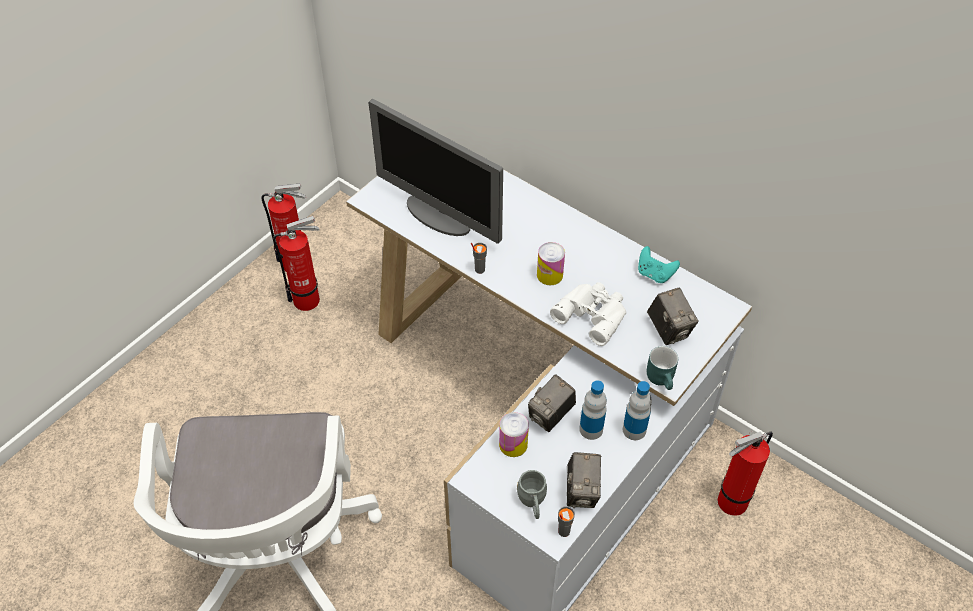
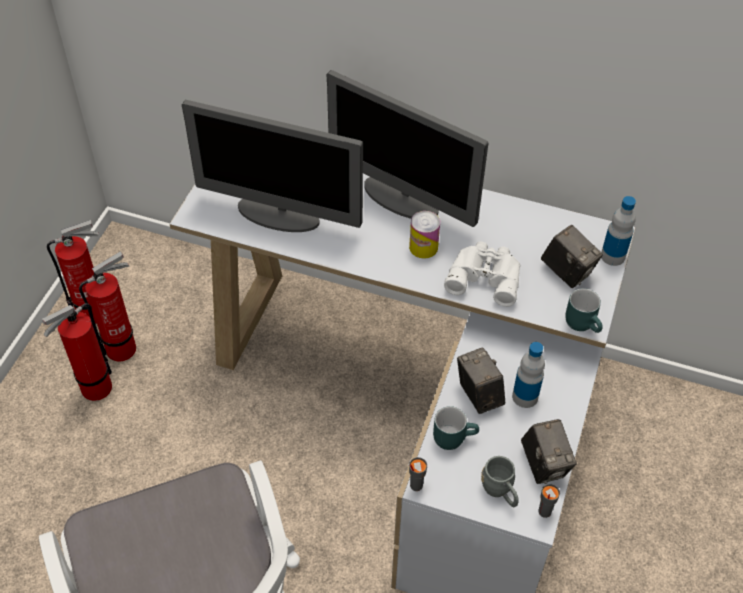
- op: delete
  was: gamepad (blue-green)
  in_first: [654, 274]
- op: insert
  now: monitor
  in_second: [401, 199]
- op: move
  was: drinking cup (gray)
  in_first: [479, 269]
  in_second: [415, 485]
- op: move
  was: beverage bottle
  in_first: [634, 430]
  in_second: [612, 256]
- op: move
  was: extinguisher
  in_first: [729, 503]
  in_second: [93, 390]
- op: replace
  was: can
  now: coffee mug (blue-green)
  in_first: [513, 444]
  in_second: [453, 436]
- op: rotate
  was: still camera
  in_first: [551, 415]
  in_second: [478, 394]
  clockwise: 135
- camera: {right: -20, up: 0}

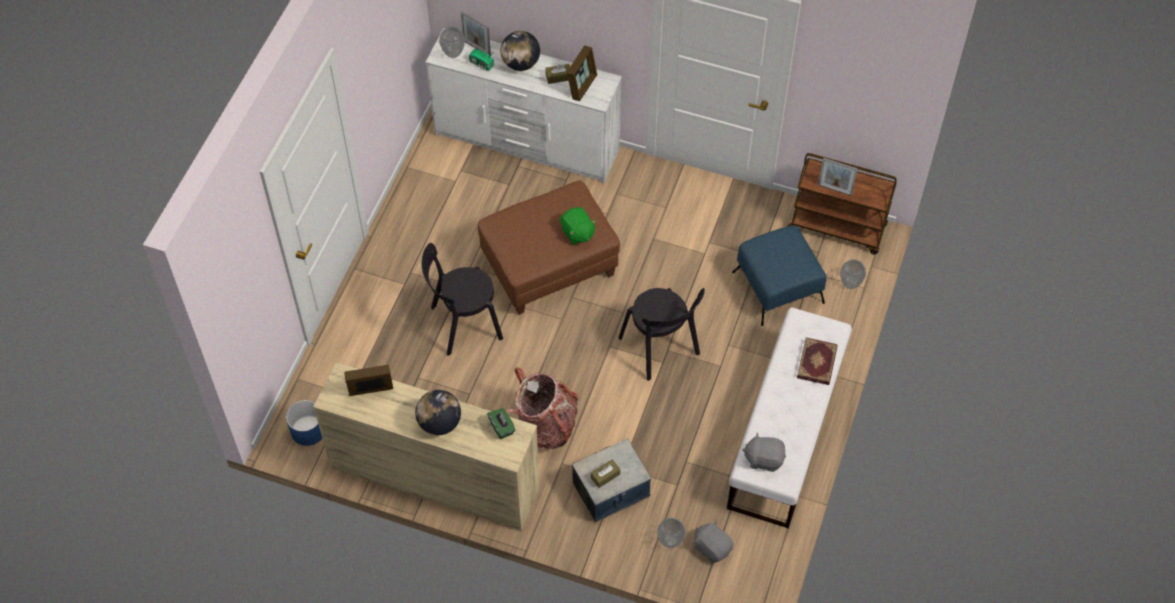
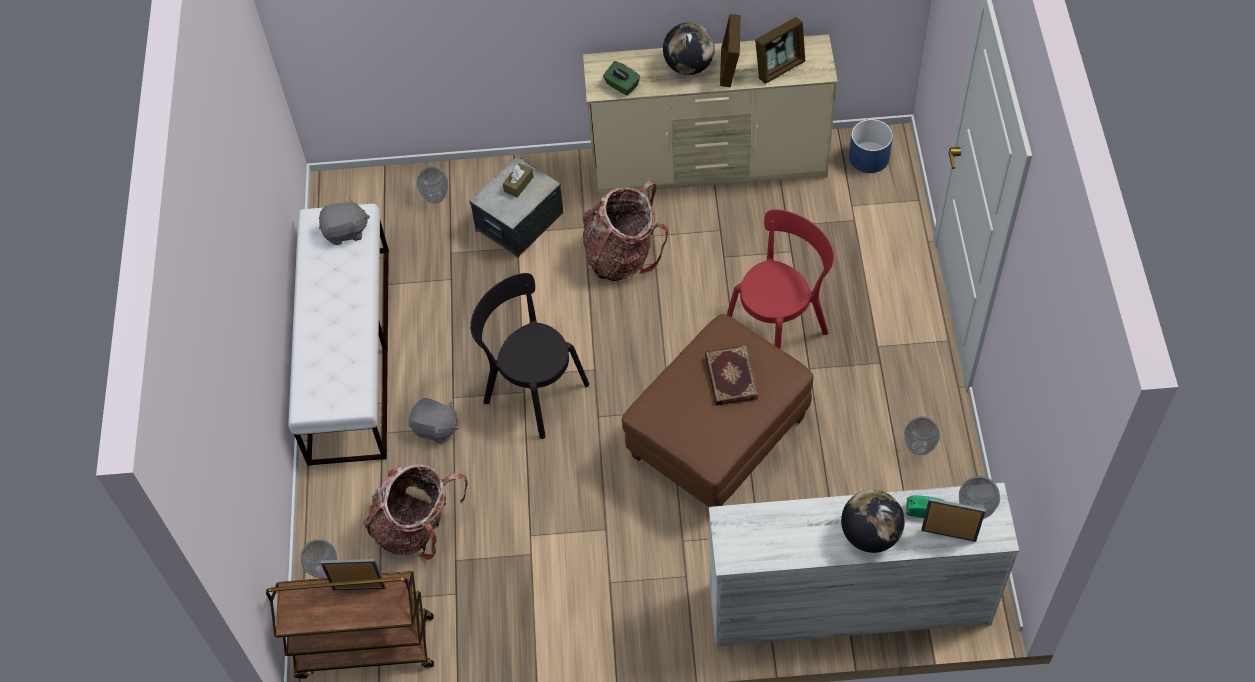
- op: delete
  was: tissue box (brown-coloured)
  in_first: [558, 77]
- op: delete
  was: plush toy (green-coloured)
  in_first: [577, 233]
- op: insert
  now: decorative vase
  in_second: [919, 447]
- op: move
  was: photo frame
  in_first: [582, 86]
  in_second: [729, 68]
- op: move
  was: plush toy (gray)
  in_first: [712, 547]
  in_second: [435, 428]
- op: move
  was: volume
  in_first: [817, 362]
  in_second: [730, 377]
- op: replace
  was: pouffe (blue-coloured)
  now: knapsack
  in_first: [778, 287]
  in_second: [417, 527]
- op: recolor
  was: plain chair (black-coloured)
  now: plain chair (red)
  in_first: [462, 324]
  in_second: [779, 327]
- camera: {right: 160, up: 0}

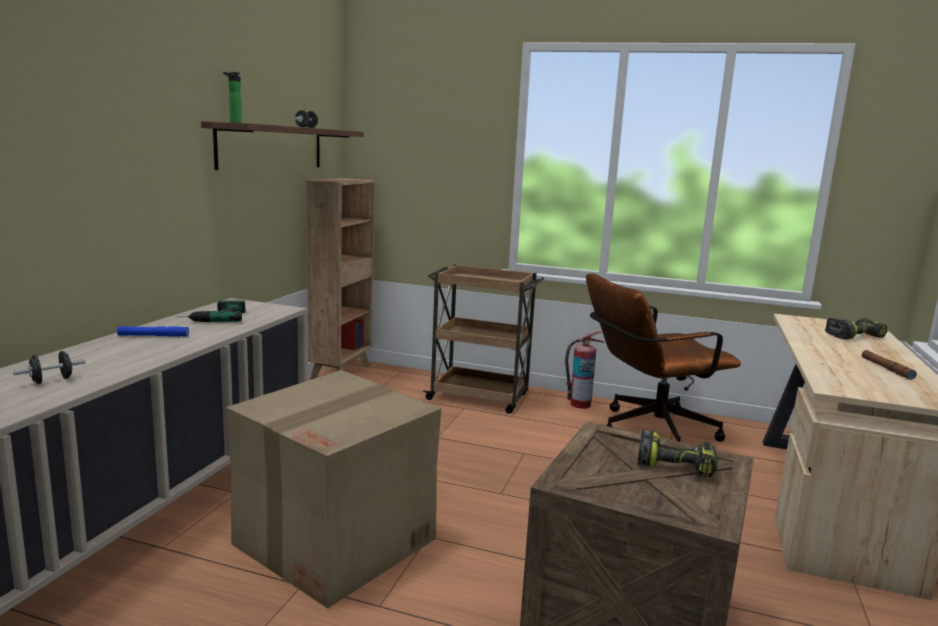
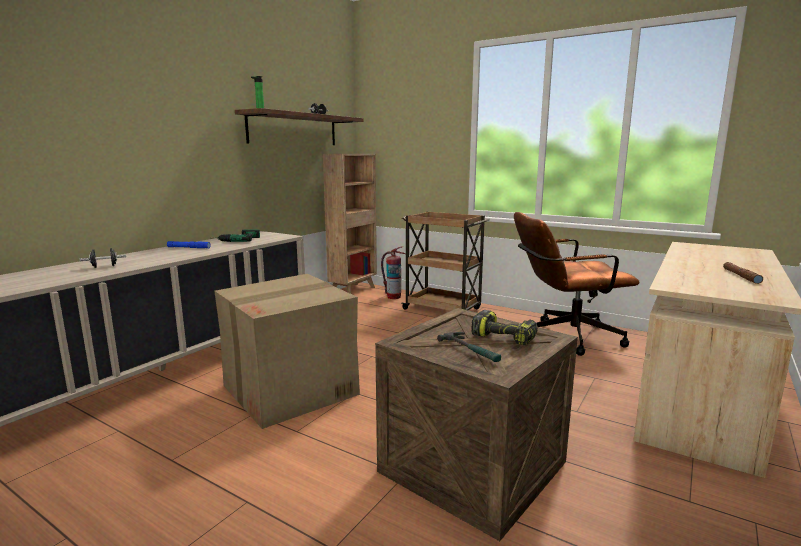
- op: delete
  was: power drill
  in_first: [853, 336]
- op: insert
  now: hammer
  in_second: [471, 350]
- op: move
  was: extinguisher
  in_first: [579, 404]
  in_second: [393, 297]
- camera: {right: 15, up: 0}

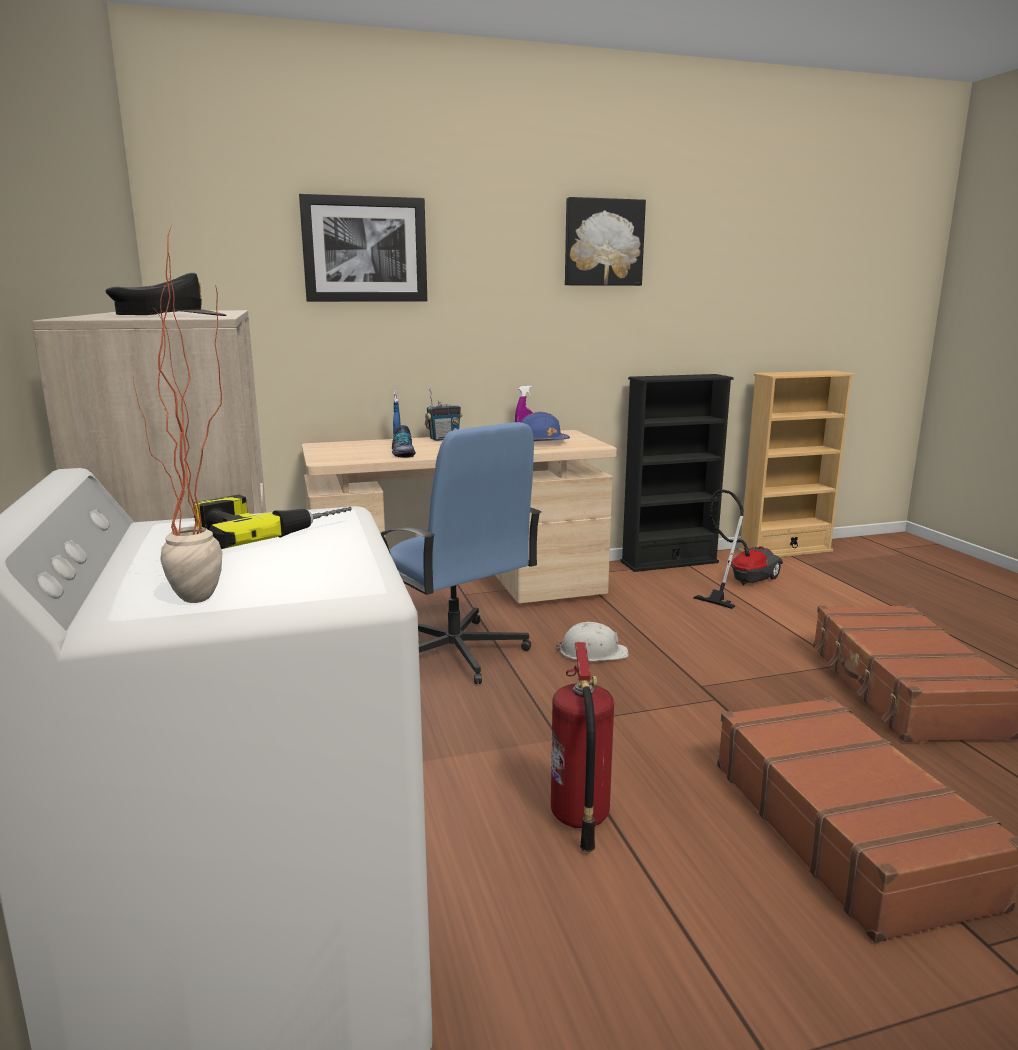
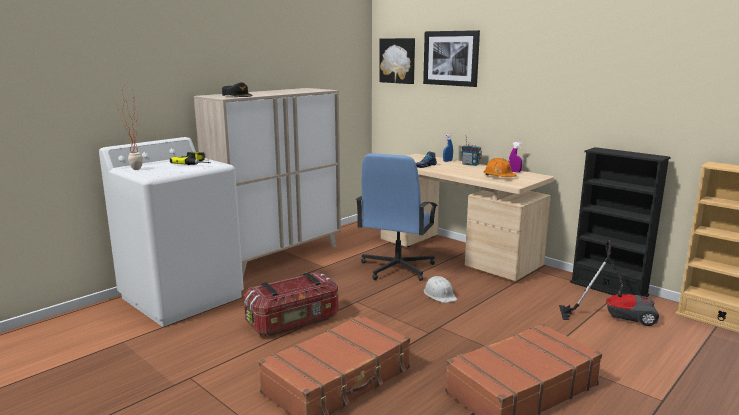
- op: move
  was: wall art
  in_first: [603, 243]
  in_second: [398, 60]
- op: replace
  was: extinguisher
  now: storage box
  in_first: [579, 818]
  in_second: [294, 322]
- op: recolor
  was: safety helmet (blue-coloured)
  now: safety helmet (orange)
  in_first: [541, 443]
  in_second: [499, 177]
- camera: {right: 60, up: 0}

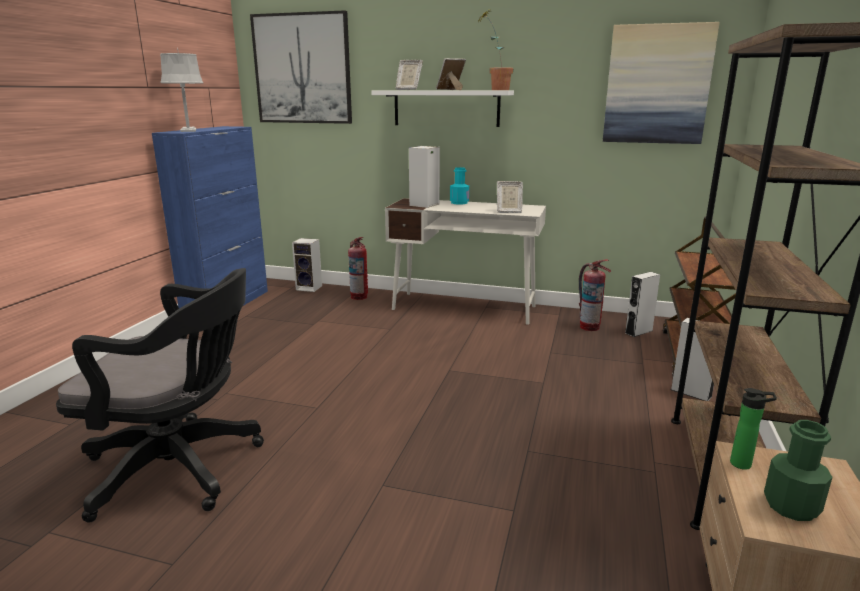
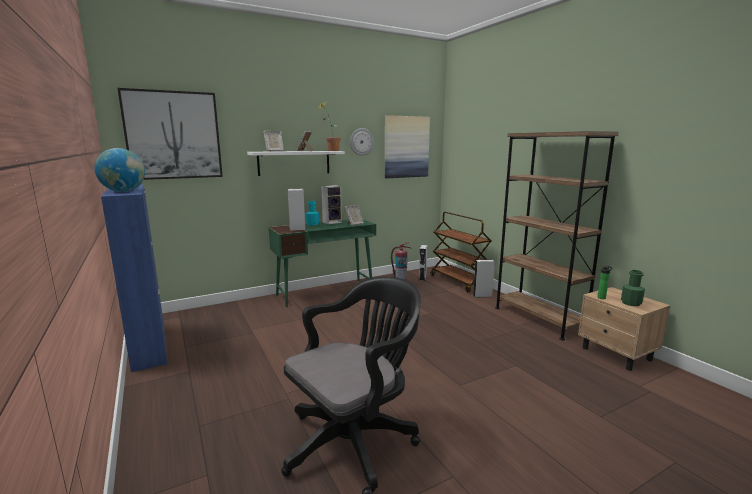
- op: delete
  was: extinguisher
  in_first: [359, 296]
- op: insert
  now: wall clock
  in_second: [361, 142]
- op: move
  was: speaker
  in_first: [310, 288]
  in_second: [332, 222]
- op: replace
  was: lamp for a table (gray)
  now: globe
  in_first: [188, 130]
  in_second: [123, 191]
- op: recolor
  was: desk unit (white-coloured)
  now: desk unit (green-coloured)
  in_first: [464, 308]
  in_second: [326, 292]
- camera: {right: -45, up: -5}

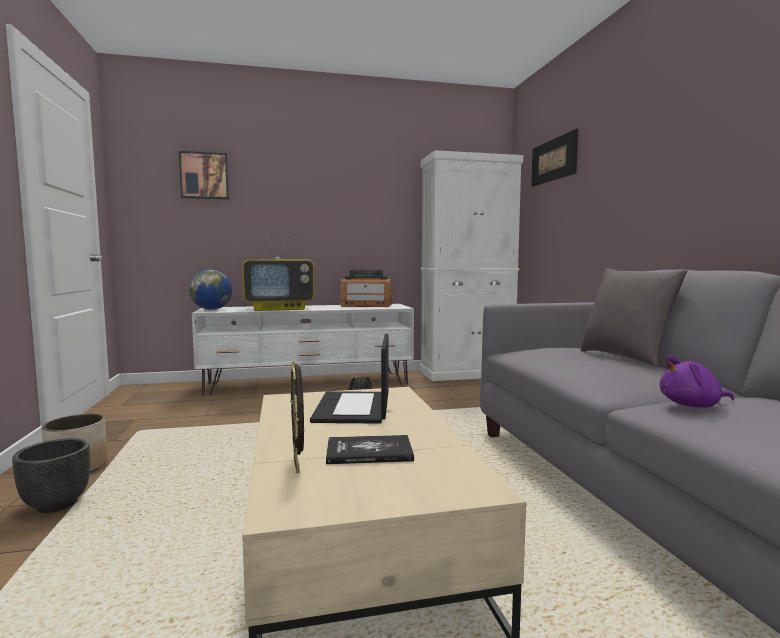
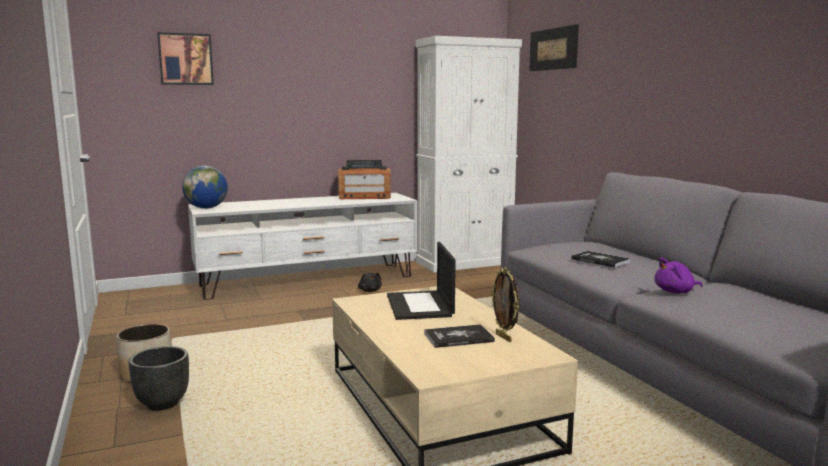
- op: delete
  was: television
  in_first: [279, 309]
- op: delete
  was: cushion (gray)
  in_first: [625, 358]
- op: insert
  now: volume
  in_second: [600, 260]
- op: move
  was: photo frame
  in_first: [298, 465]
  in_second: [504, 337]
- camera: {right: -10, up: 5}

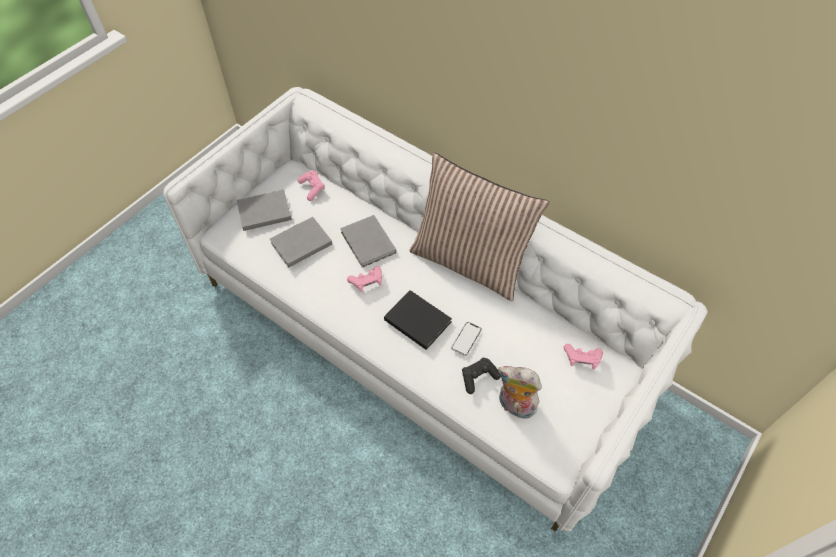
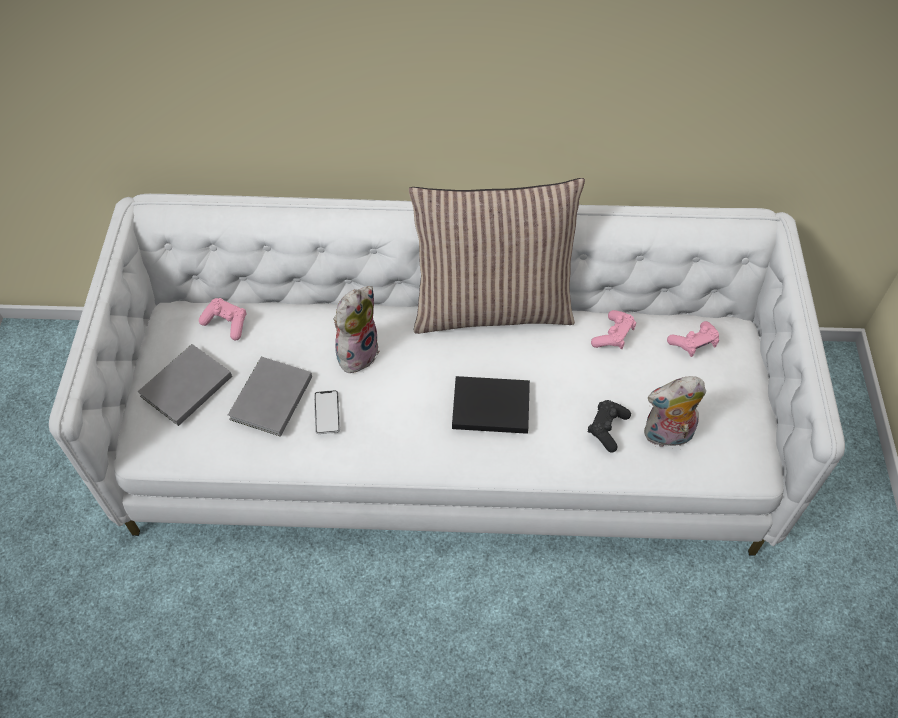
- op: move
  was: gamepad (pink)
  in_first: [367, 282]
  in_second: [613, 336]
- op: move
  was: telephone
  in_first: [466, 339]
  in_second: [327, 412]
- op: replace
  was: volume (gray)
  now: plush toy
  in_first: [368, 244]
  in_second: [357, 351]
- camera: {right: -35, up: 0}

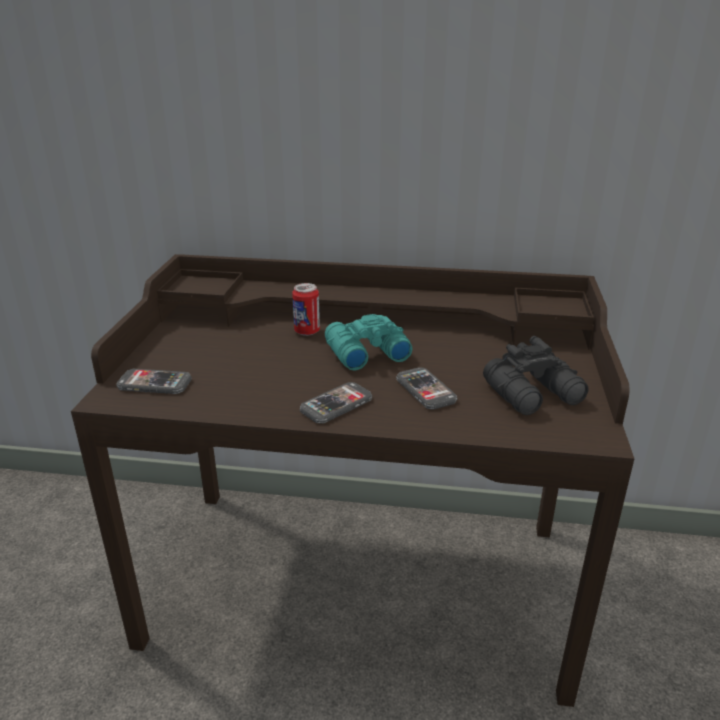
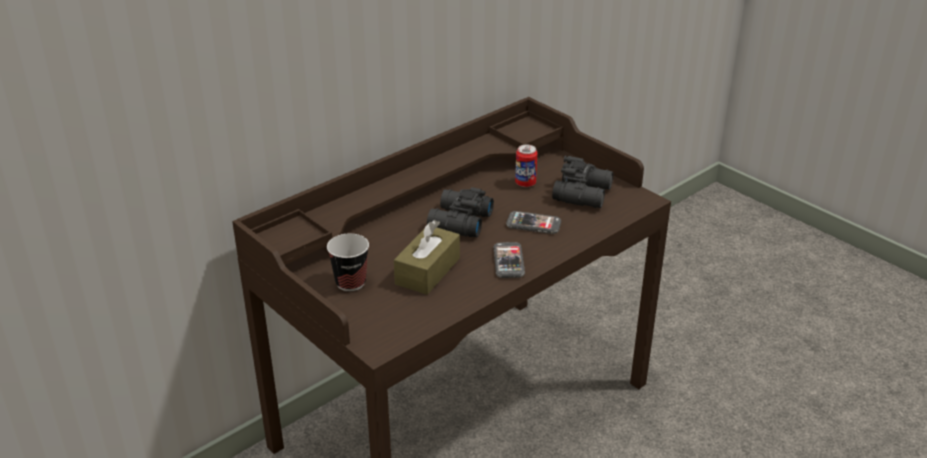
- op: delete
  was: telephone
  in_first: [154, 384]
- op: insert
  now: drinking cup
  in_second: [350, 282]
- op: insert
  now: tissue box (brown-coloured)
  in_second: [427, 271]
- op: move
  was: can
  in_first: [307, 331]
  in_second: [525, 183]
- op: recolor
  was: binoculars (blue-green)
  now: binoculars (black-coloured)
  in_first: [365, 352]
  in_second: [458, 222]
- camera: {right: -50, up: 5}

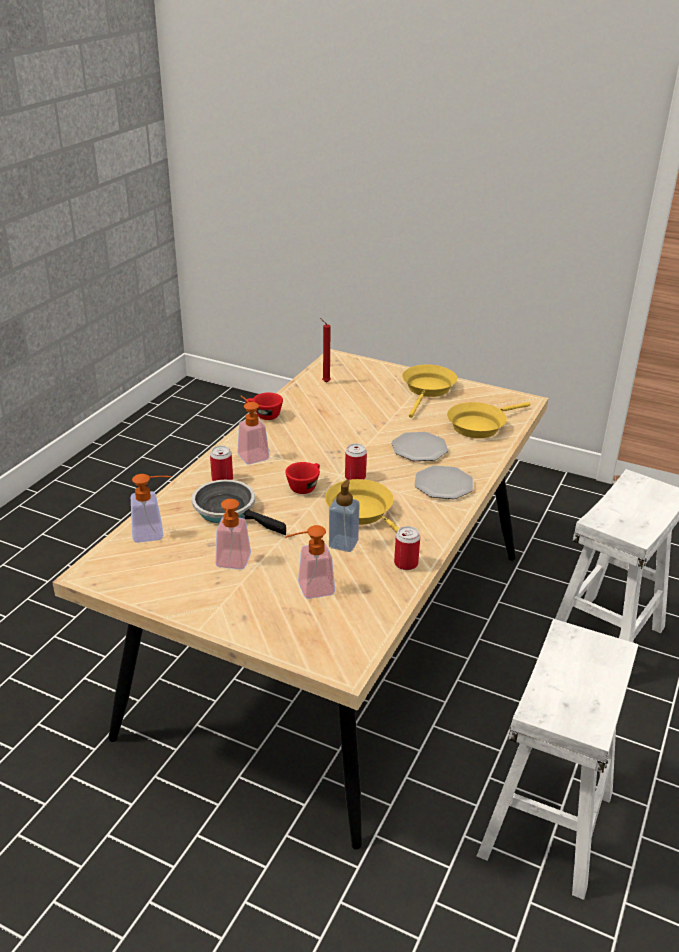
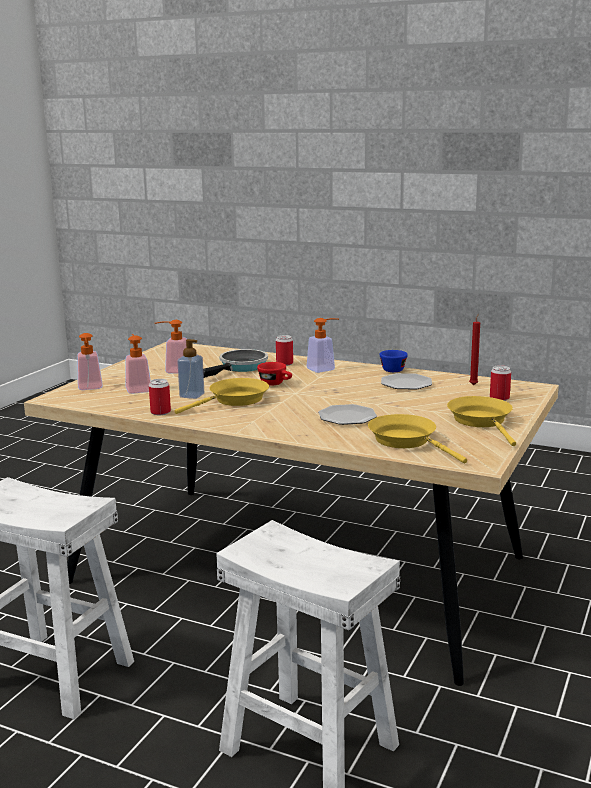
- op: move
  was: soap bottle
  in_first: [154, 533]
  in_second: [90, 388]
- op: move
  was: can
  in_first: [355, 477]
  in_second: [499, 398]
- op: move
  was: plate
  in_first: [444, 485]
  in_second: [406, 384]
- op: recolor
  was: drinking cup (red)
  now: drinking cup (blue-coloured)
  in_first: [263, 415]
  in_second: [393, 369]
- op: rotate
  was: frying pan (yellow-coloured)
  in_first: [428, 390]
  in_second: [482, 421]
  clockwise: -120
- camera: {right: 90, up: -15}

